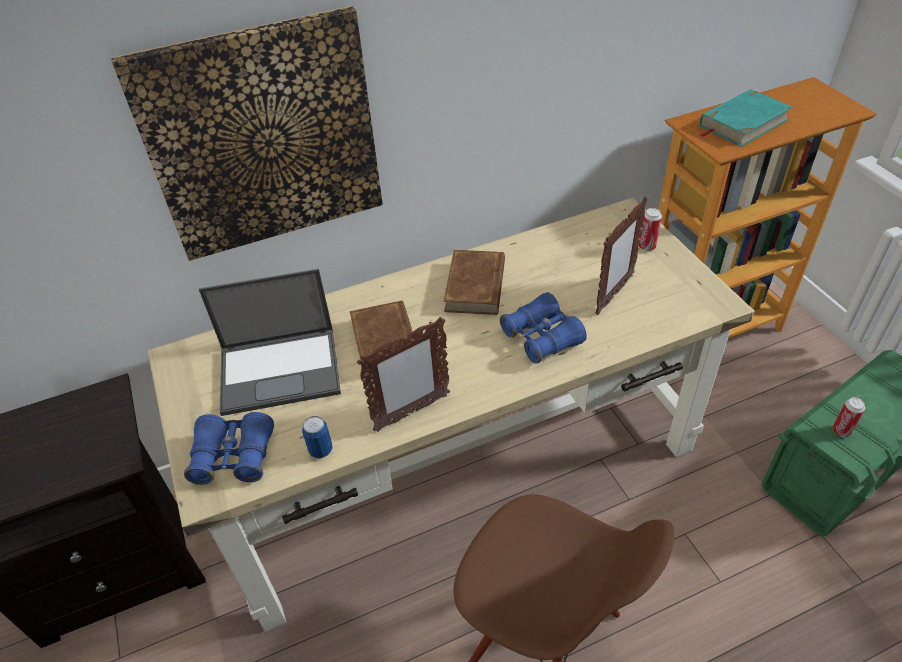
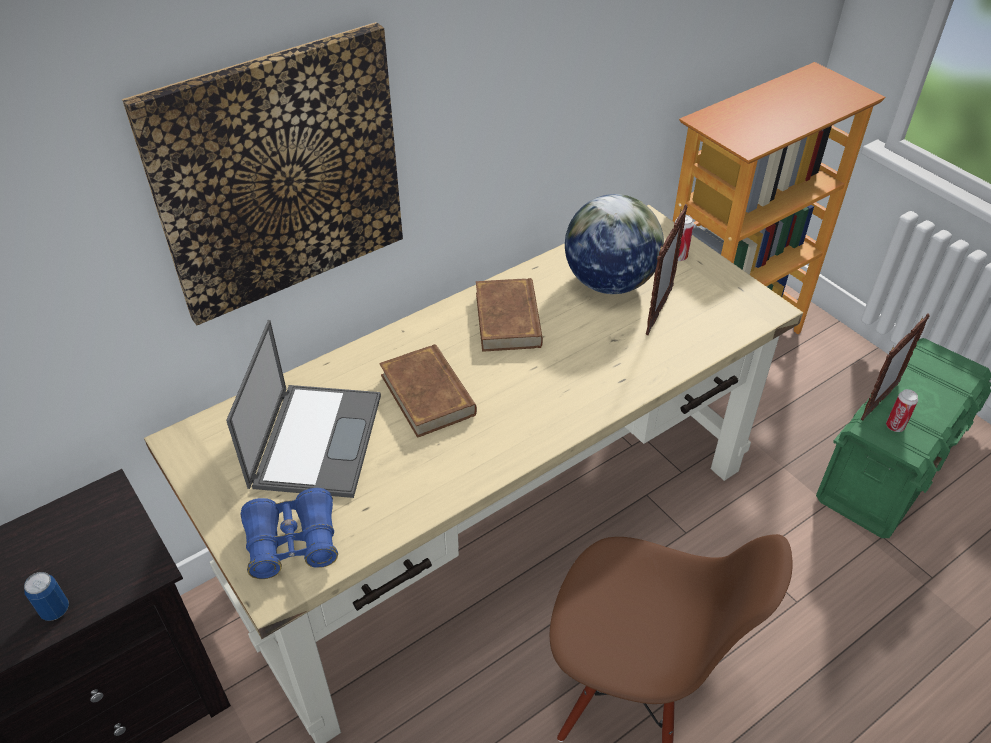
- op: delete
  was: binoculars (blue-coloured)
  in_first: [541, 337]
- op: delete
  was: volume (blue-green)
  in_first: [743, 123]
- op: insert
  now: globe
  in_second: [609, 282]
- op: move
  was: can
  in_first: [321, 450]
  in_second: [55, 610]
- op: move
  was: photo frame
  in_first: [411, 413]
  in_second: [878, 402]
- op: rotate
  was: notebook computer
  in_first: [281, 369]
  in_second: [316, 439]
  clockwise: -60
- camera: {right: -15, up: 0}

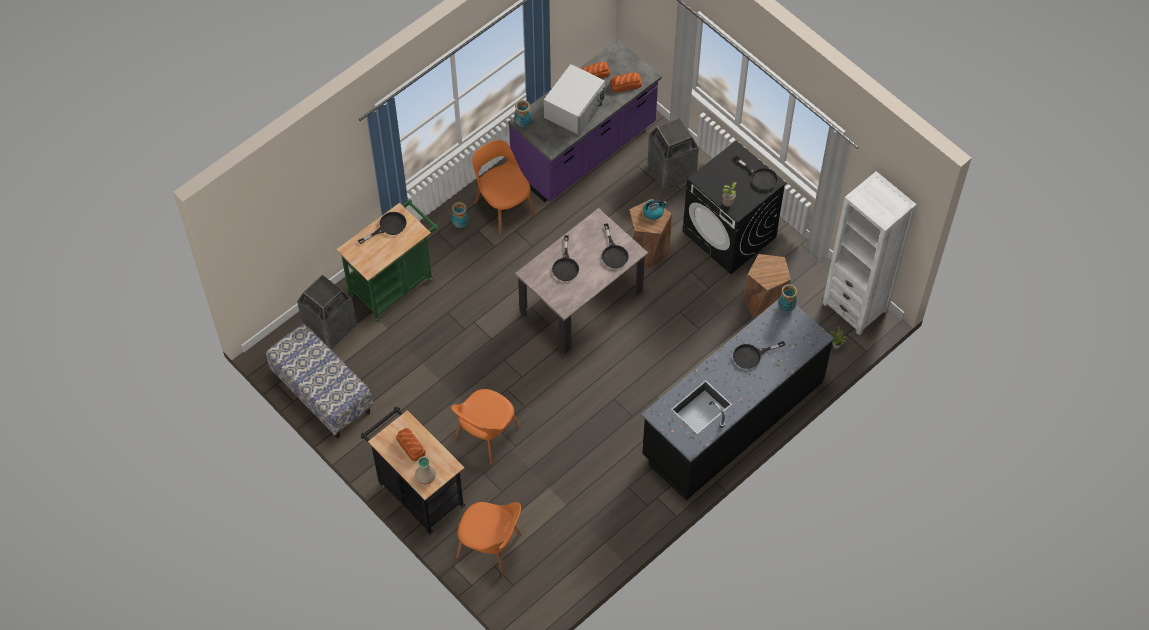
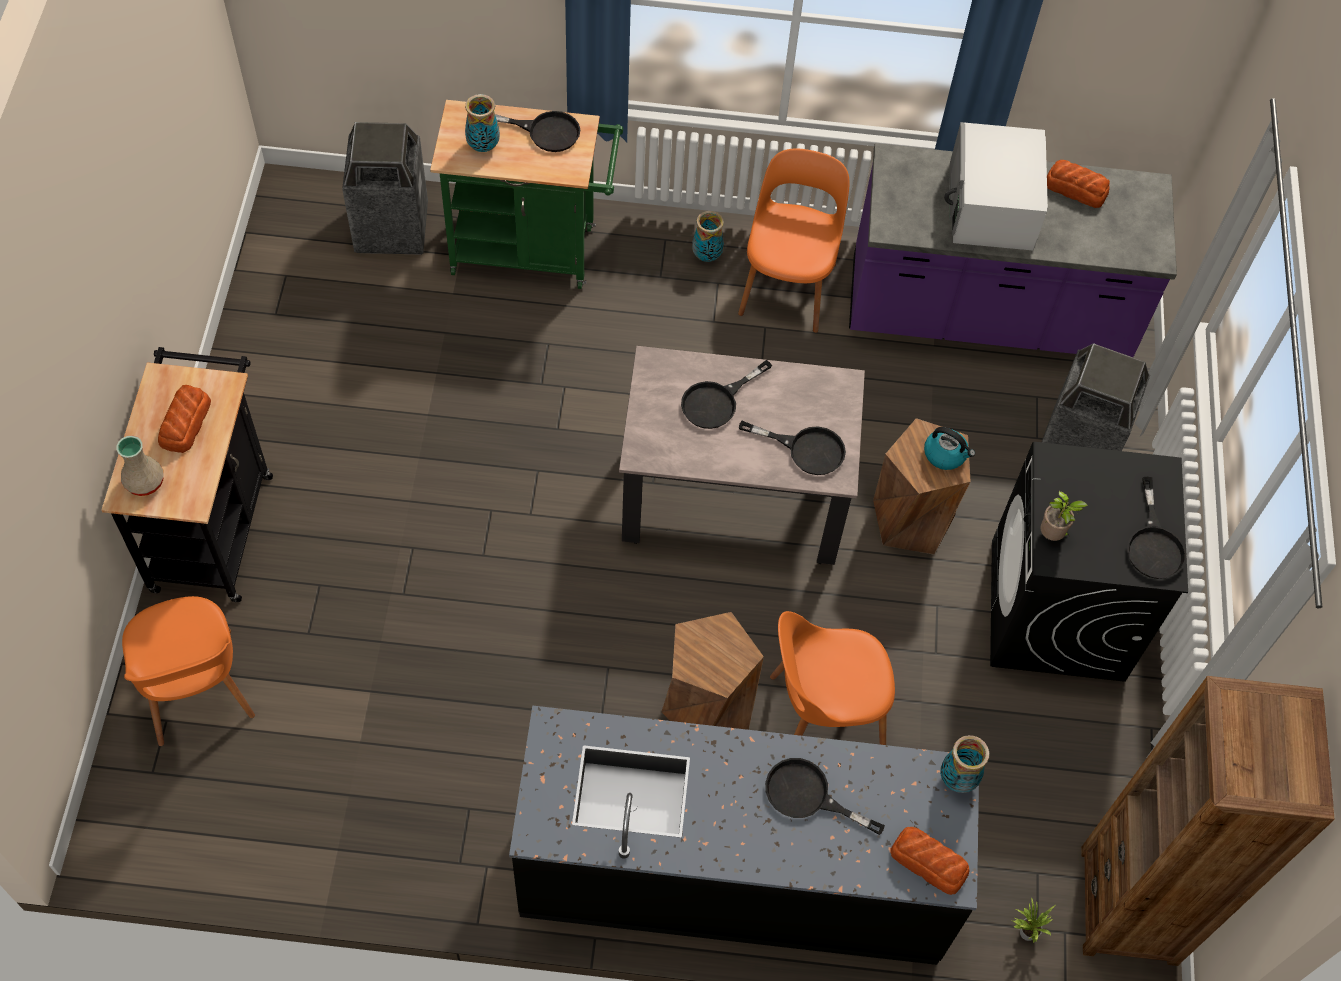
- op: delete
  was: indoor bench
  in_first: [322, 393]
- op: move
  was: plain chair (orange)
  in_first: [485, 436]
  in_second: [822, 713]
- op: move
  was: decorative vase
  in_first: [523, 123]
  in_second: [483, 146]
- op: move
  was: bakery bread
  in_first: [626, 84]
  in_second: [929, 863]
- op: move
  was: stool (brown-coloured)
  in_first: [765, 302]
  in_second: [707, 707]
- op: recolor
  was: shelving unit (white-coloured)
  now: shelving unit (brown-coloured)
  in_first: [855, 306]
  in_second: [1129, 905]
- op: rotate
  was: microwave oven (white-coloured)
  in_first: [575, 108]
  in_second: [991, 206]
  clockwise: 105
- op: rotate
  was: frying pan (black-coloured)
  in_first: [613, 253]
  in_second: [806, 449]
  clockwise: -105
- camera: {right: 45, up: 0}

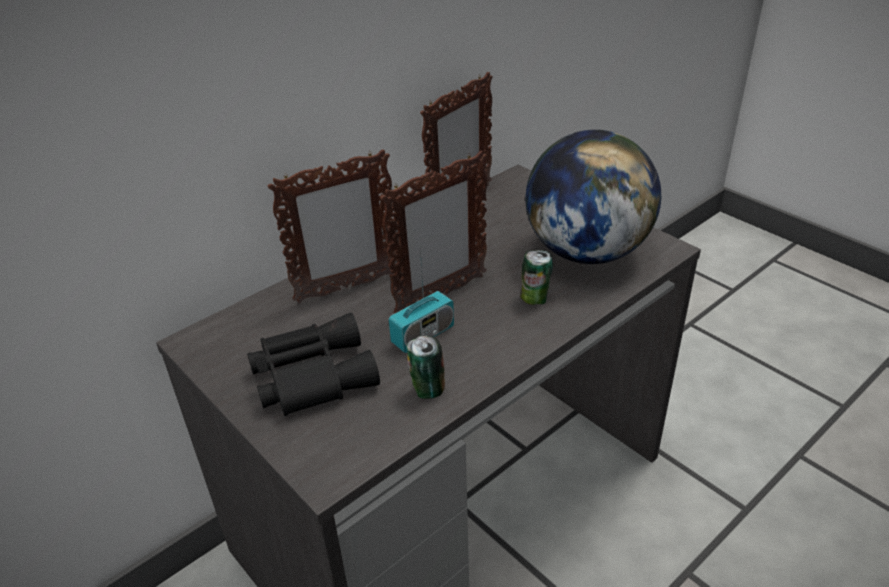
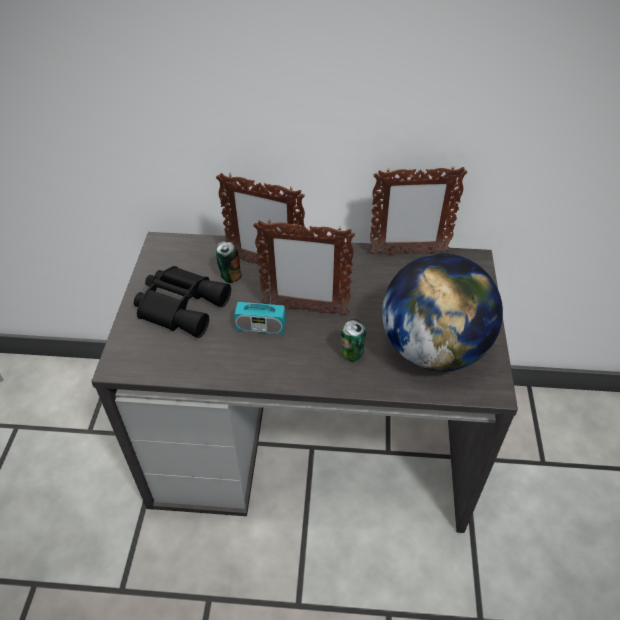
- op: move
  was: can
  in_first: [427, 389]
  in_second: [230, 276]
- camera: {right: 45, up: 10}

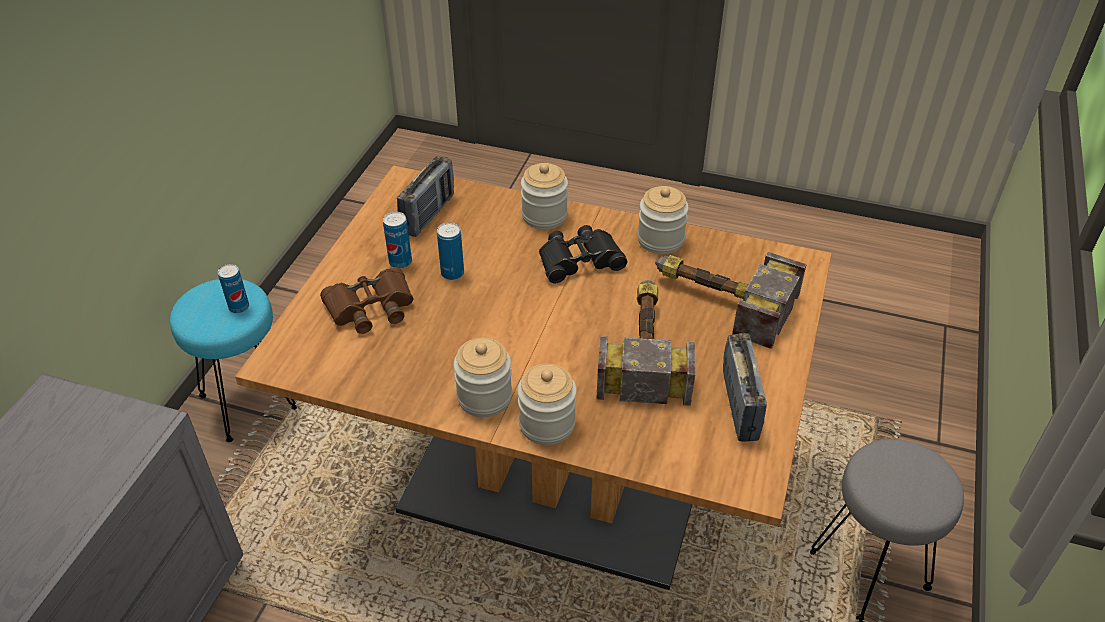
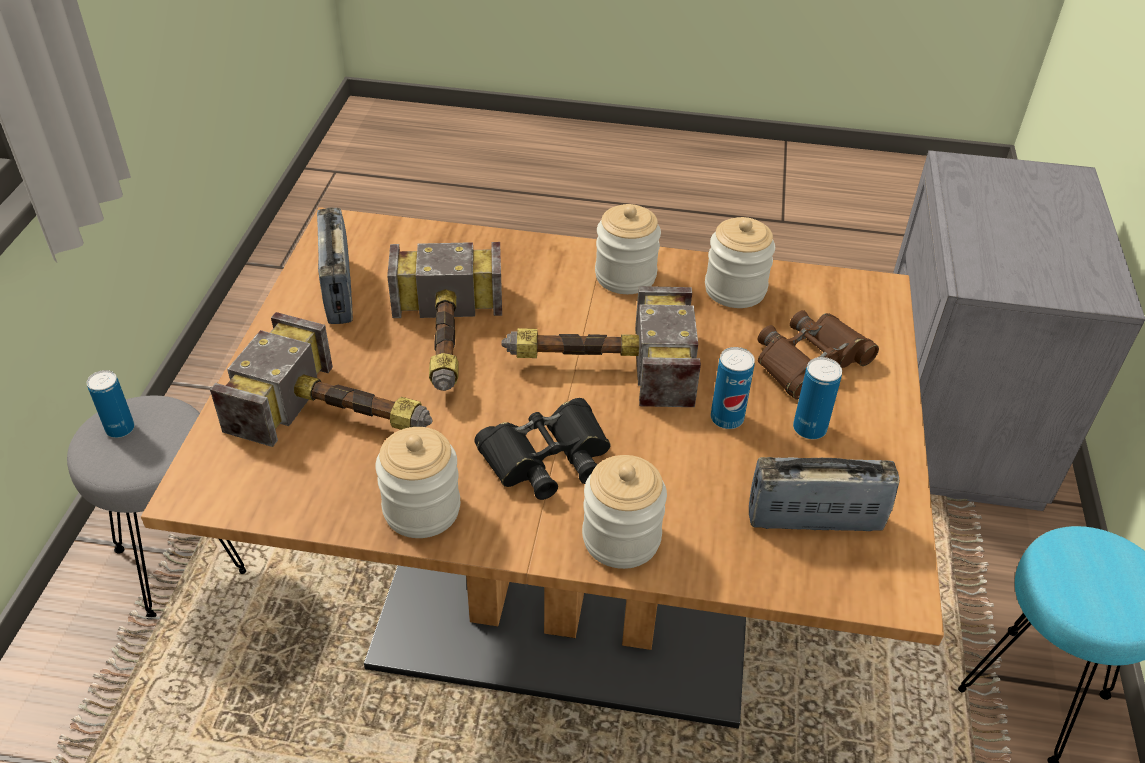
- op: insert
  now: hammer
  in_second: [596, 365]
- op: move
  was: can
  in_first: [239, 307]
  in_second: [120, 429]
- op: move
  was: jar
  in_first: [547, 424]
  in_second: [735, 289]
- op: rotate
  was: radio set
  in_first: [428, 214]
  in_second: [814, 520]
  clockwise: 75
- camera: {right: 170, up: 0}

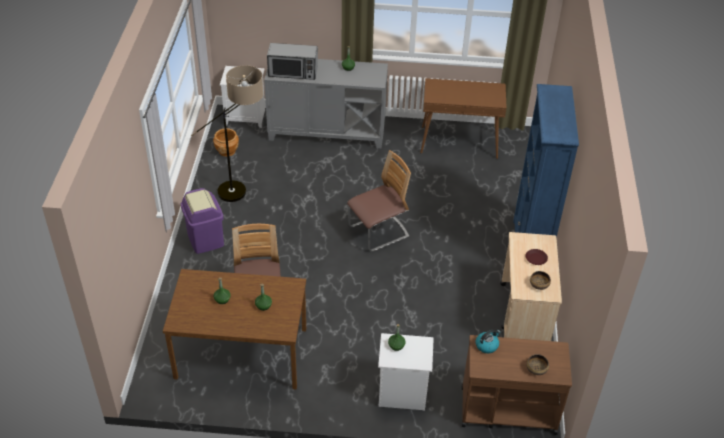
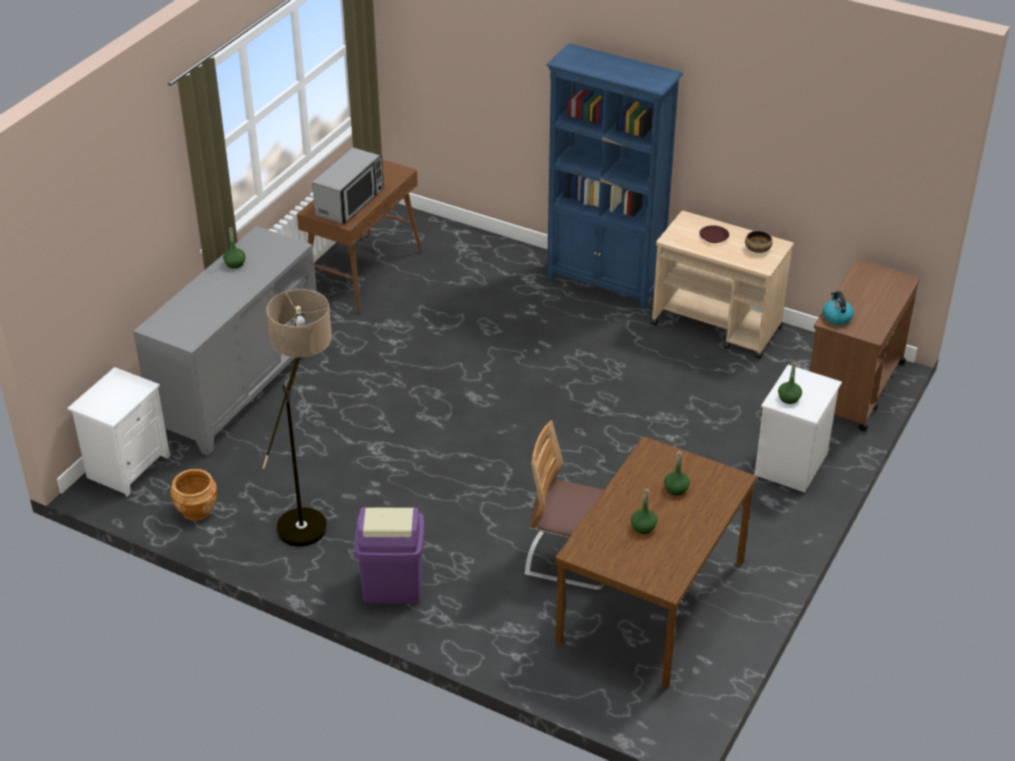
- op: delete
  was: plain chair
  in_first: [378, 232]
- op: delete
  was: serving bowl
  in_first: [536, 369]
- op: move
  was: microwave oven
  in_first: [293, 72]
  in_second: [350, 202]
- camera: {right: -65, up: -5}

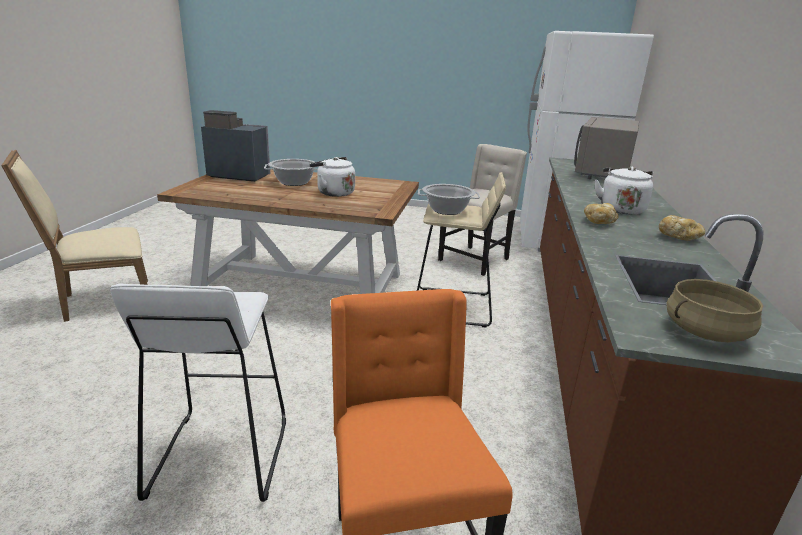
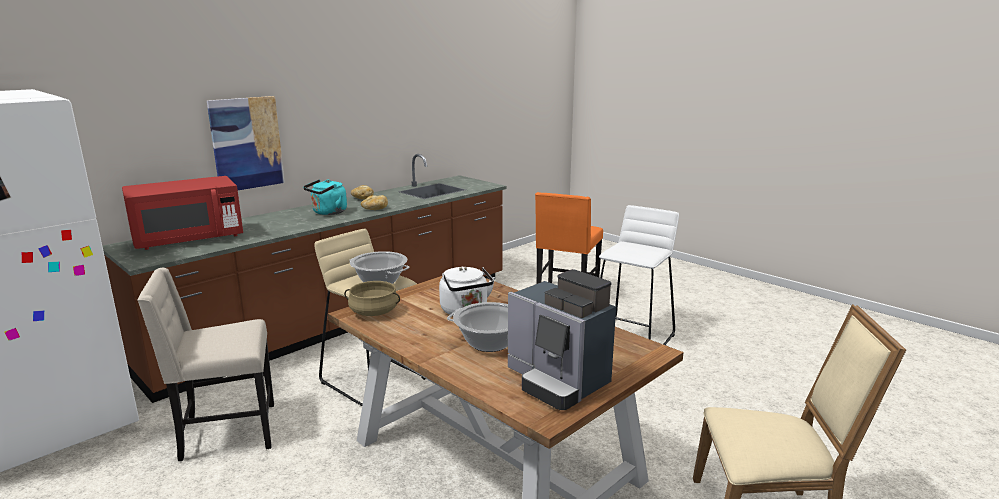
- op: insert
  now: wall art
  in_second: [246, 143]
- op: move
  was: stockpot (beige-coloured)
  in_first: [705, 331]
  in_second: [373, 312]
- op: recolor
  was: microwave oven (gray)
  now: microwave oven (red)
  in_first: [602, 172]
  in_second: [188, 239]
- op: recolor
  was: water kettle (white-coloured)
  now: water kettle (blue-green)
  in_first: [620, 209]
  in_second: [328, 213]
- camera: {right: -145, up: -5}

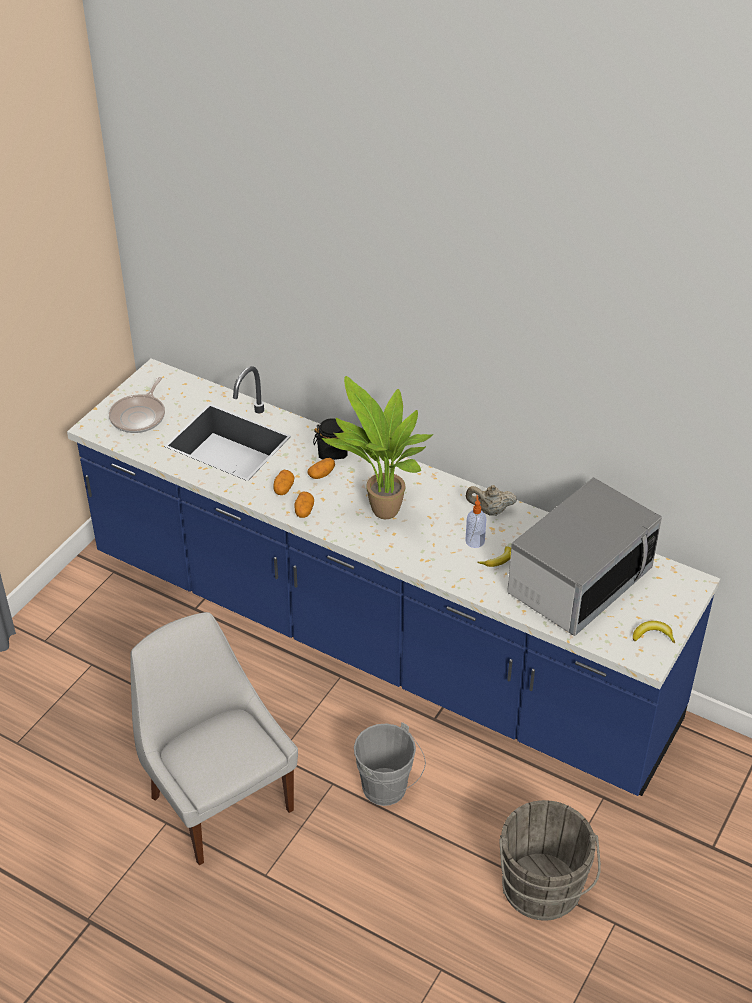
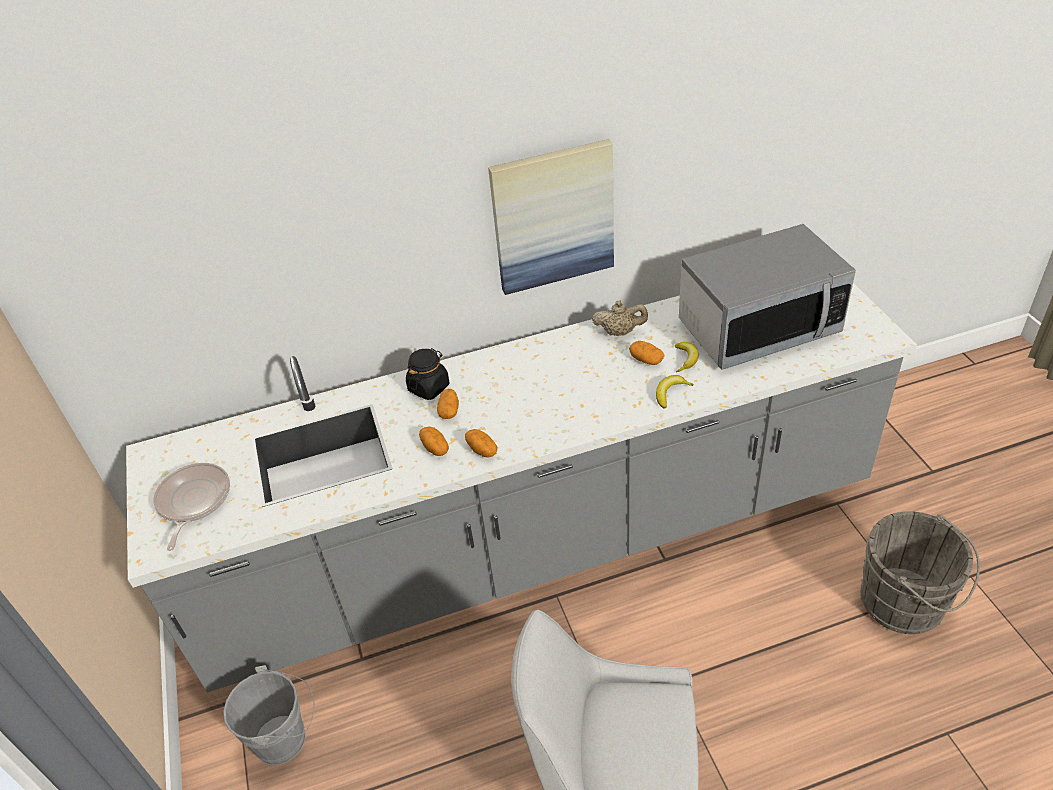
- op: delete
  was: houseplant
  in_first: [381, 513]
- op: insert
  now: wall art
  in_second: [553, 217]
- op: move
  was: pail (gray)
  in_first: [388, 790]
  in_second: [286, 739]
- op: move
  was: banana
  in_first: [652, 635]
  in_second: [670, 393]
- op: replace
  was: soap bottle
  now: whole potato
  in_first: [475, 540]
  in_second: [646, 360]
- op: recolor
  was: kitchen counter (blue-coloured)
  now: kitchen counter (gray)
  in_first: [376, 640]
  in_second: [541, 544]
- op: rotate
  was: frying pan
  in_first: [139, 416]
  in_second: [193, 501]
  clockwise: -150
- op: rotate
  was: tea pot (beige-coloured)
  in_first: [490, 511]
  in_second: [619, 332]
  clockwise: -135
- op: rotate
  was: microwave oven
  in_first: [579, 582]
  in_second: [758, 327]
  clockwise: 75
- camera: {right: -45, up: 0}

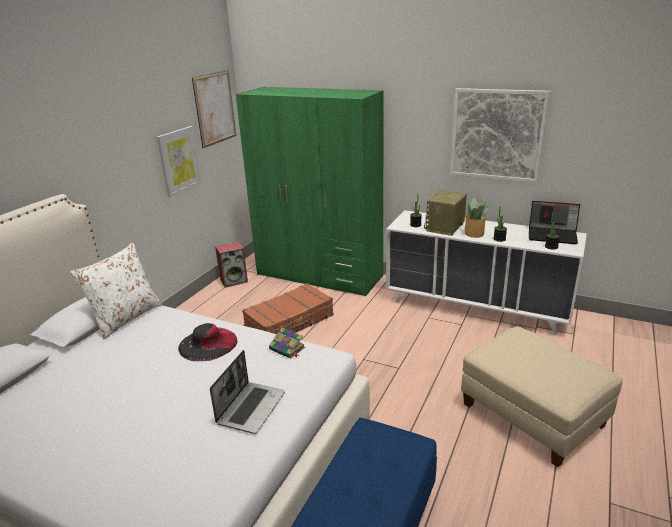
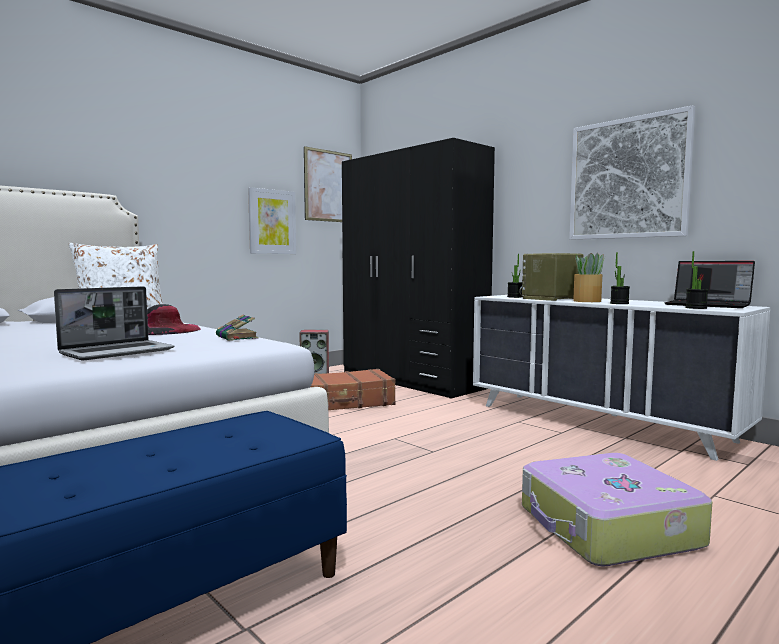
- op: replace
  was: pouffe (beige-coloured)
  now: piece of luggage
  in_first: [532, 415]
  in_second: [607, 527]
- op: recolor
  was: wardrobe (green-coloured)
  now: wardrobe (black-coloured)
  in_first: [319, 275]
  in_second: [412, 380]
- camera: {right: 20, up: -20}

